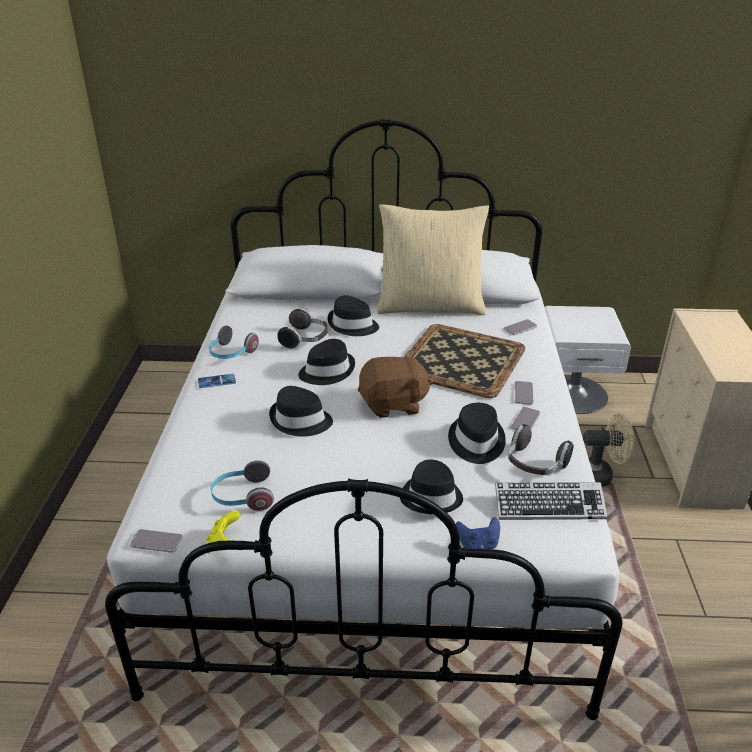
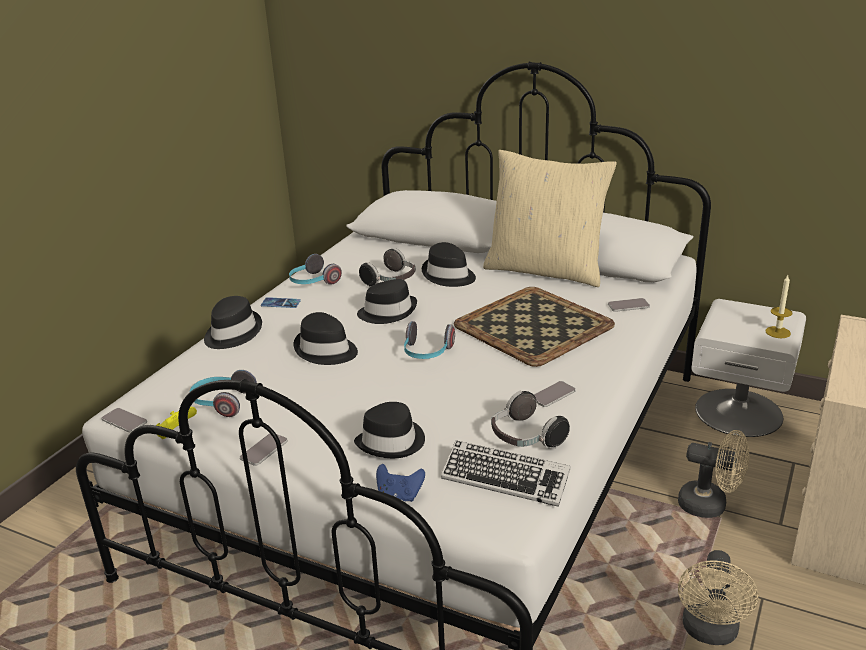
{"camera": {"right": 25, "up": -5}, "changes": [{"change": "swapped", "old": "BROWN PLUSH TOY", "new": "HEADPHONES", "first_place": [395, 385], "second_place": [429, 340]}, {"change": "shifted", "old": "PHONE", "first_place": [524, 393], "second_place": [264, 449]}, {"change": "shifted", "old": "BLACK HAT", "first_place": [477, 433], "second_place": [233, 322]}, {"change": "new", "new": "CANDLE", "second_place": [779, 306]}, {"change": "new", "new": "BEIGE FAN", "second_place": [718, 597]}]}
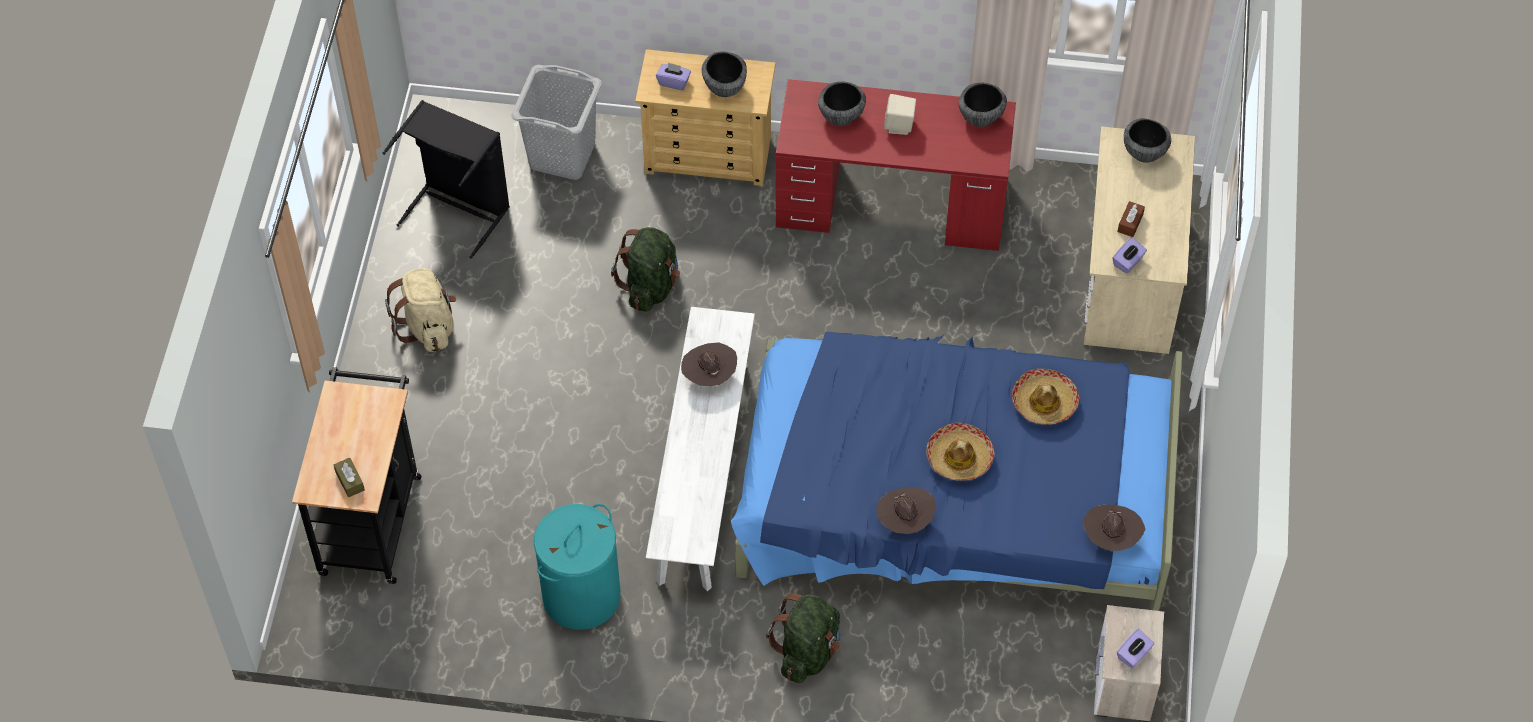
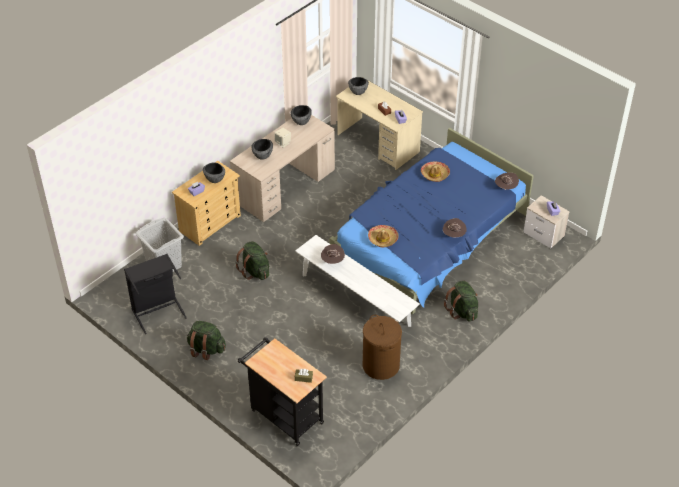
{"camera": {"right": -55, "up": -10}, "changes": [{"change": "repainted", "old": "RED DESK", "new": "BEIGE DESK", "first_place": [896, 165], "second_place": [282, 168]}, {"change": "repainted", "old": "BEIGE BACKPACK", "new": "GREEN BACKPACK", "first_place": [420, 310], "second_place": [206, 340]}, {"change": "shifted", "old": "HAT", "first_place": [960, 451], "second_place": [383, 236]}, {"change": "repainted", "old": "TURQUOISE LAUNDRY BASKET", "new": "BROWN LAUNDRY BASKET", "first_place": [577, 567], "second_place": [382, 347]}]}
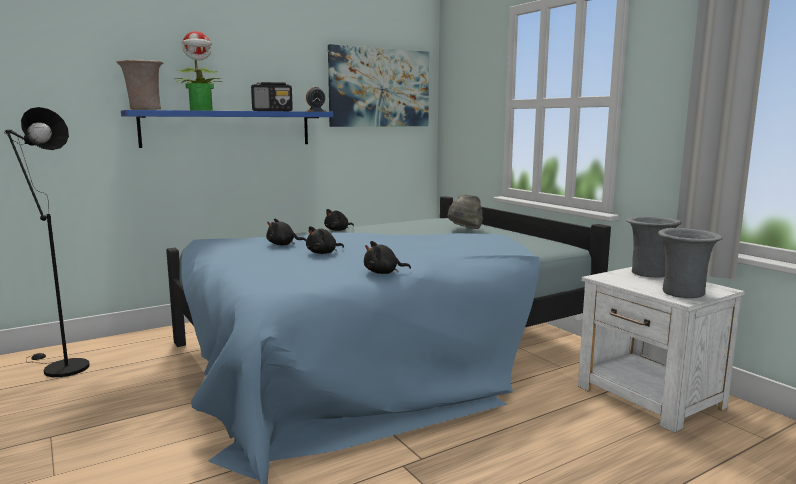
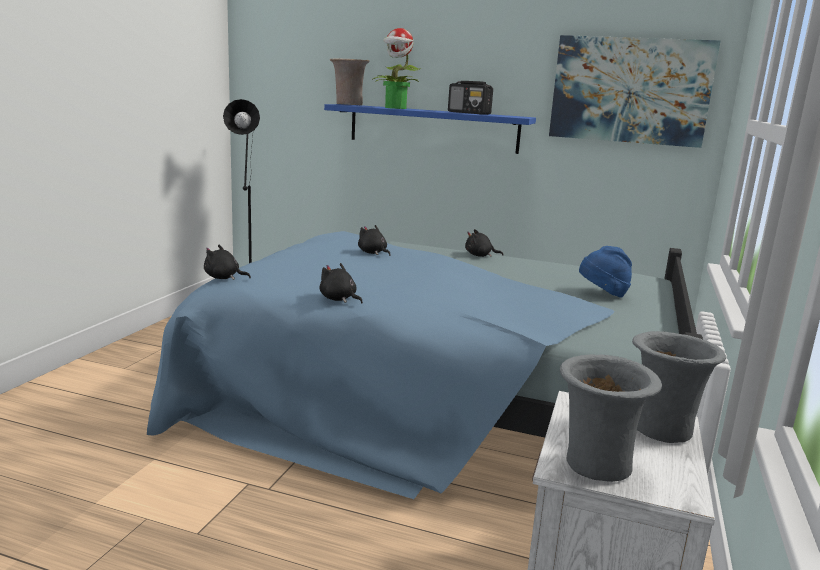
{"camera": {"right": 50, "up": 5}, "changes": [{"change": "gone", "old": "ALARM CLOCK", "first_place": [316, 99]}, {"change": "repainted", "old": "GREY HAT", "new": "BLUE HAT", "first_place": [465, 211], "second_place": [605, 272]}, {"change": "shifted", "old": "BLACK PLUSH TOY", "first_place": [325, 240], "second_place": [227, 262]}]}
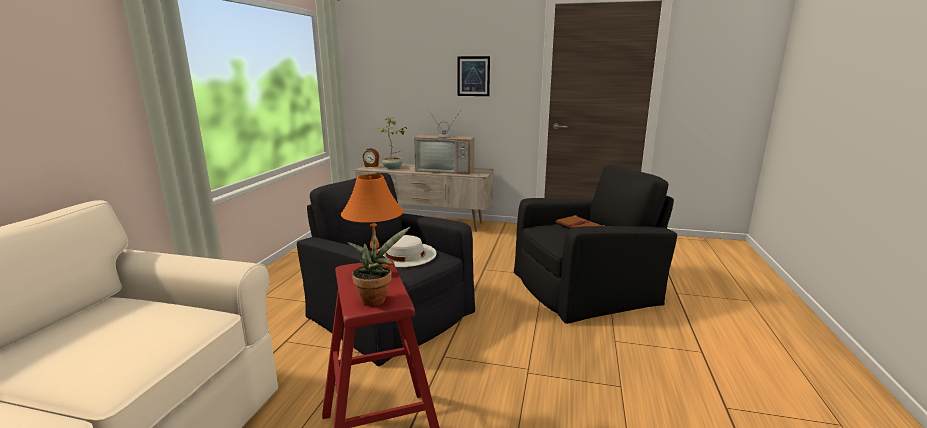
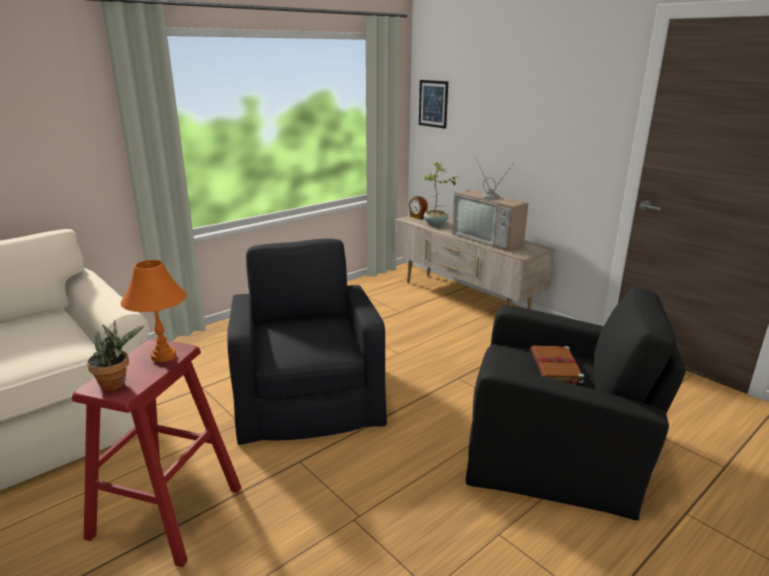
{"camera": {"right": 35, "up": 5}, "changes": [{"change": "shifted", "old": "PICTURE", "first_place": [473, 76], "second_place": [433, 104]}, {"change": "gone", "old": "WHITE HAT", "first_place": [407, 251]}]}
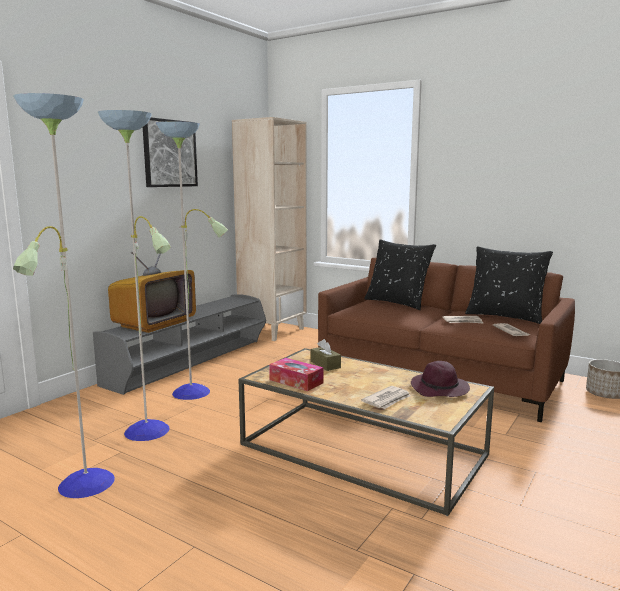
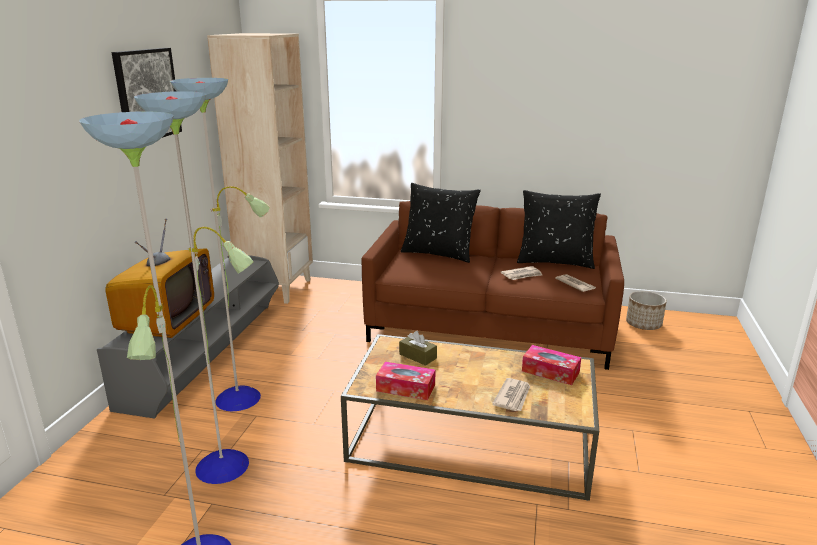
{"camera": {"right": -20, "up": 10}, "changes": [{"change": "swapped", "old": "PURPLE HAT", "new": "TISSUE BOX", "first_place": [440, 379], "second_place": [551, 365]}]}
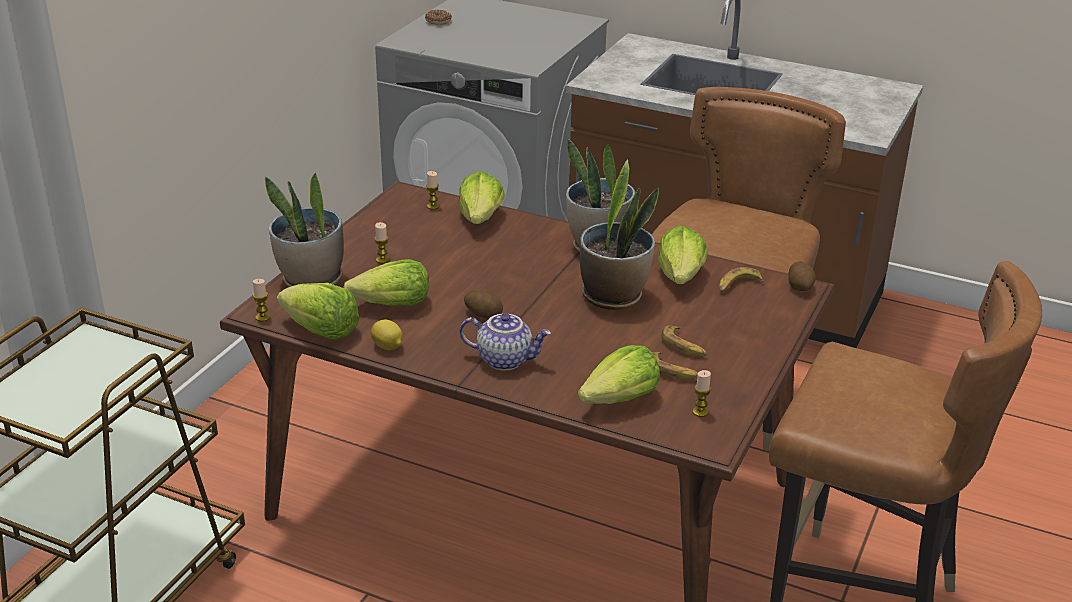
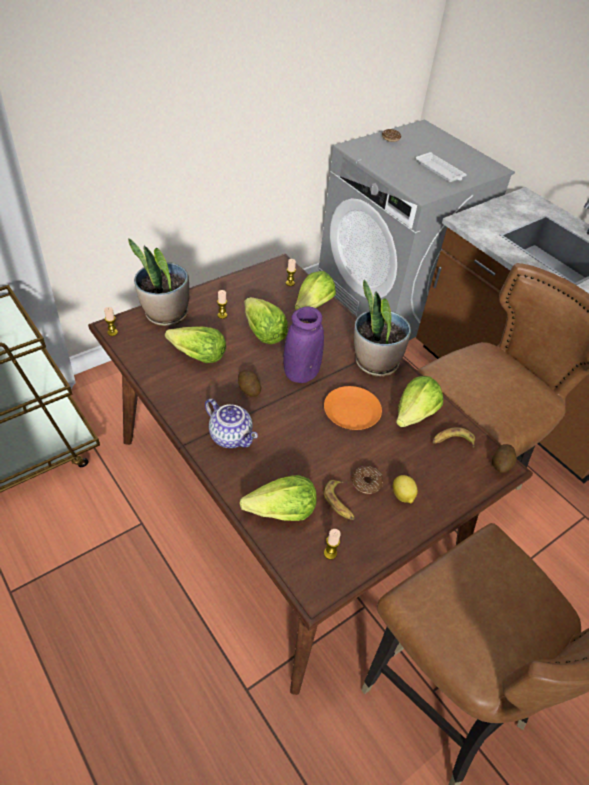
{"camera": {"right": 25, "up": 15}, "changes": [{"change": "swapped", "old": "POTTED PLANT", "new": "ORANGE PLATE", "first_place": [619, 234], "second_place": [353, 408]}, {"change": "shifted", "old": "LETTUCE", "first_place": [318, 311], "second_place": [266, 320]}, {"change": "shifted", "old": "LEMON", "first_place": [387, 334], "second_place": [405, 489]}, {"change": "swapped", "old": "BANANA", "new": "DONUT", "first_place": [684, 341], "second_place": [367, 480]}, {"change": "new", "new": "WHITE TRAY", "second_place": [441, 167]}, {"change": "new", "new": "PURPLE VASE", "second_place": [303, 345]}]}
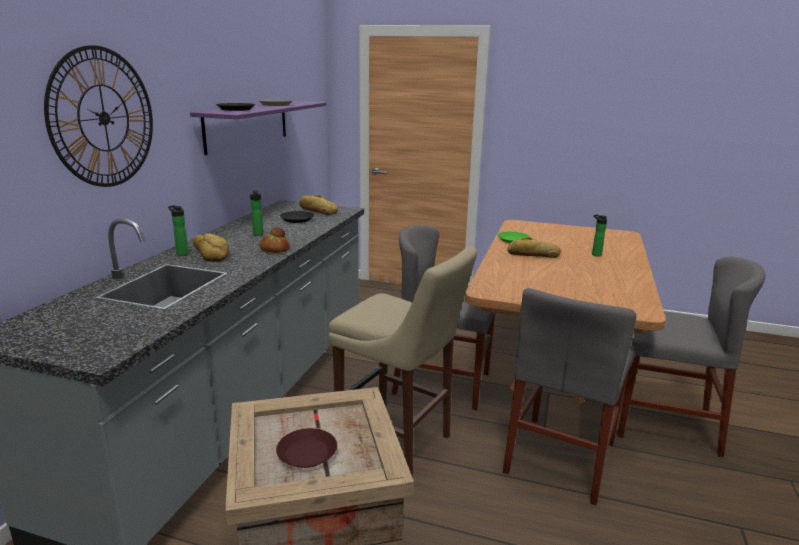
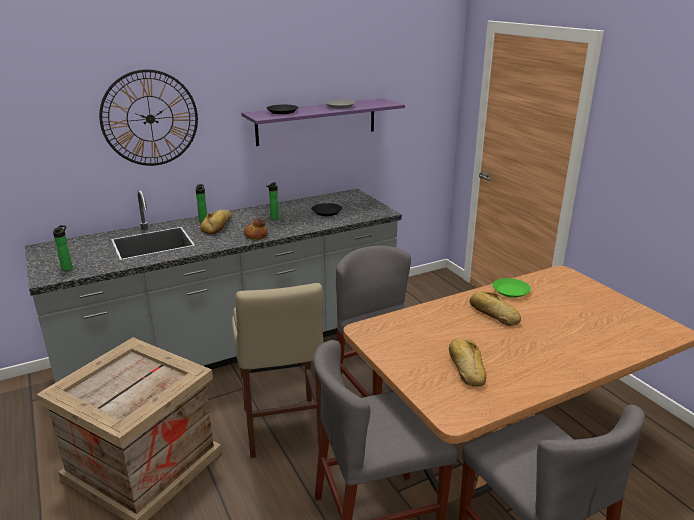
{"camera": {"right": 45, "up": 5}, "changes": [{"change": "shifted", "old": "BREAD", "first_place": [318, 205], "second_place": [468, 362]}, {"change": "shifted", "old": "BOTTLE", "first_place": [599, 235], "second_place": [63, 248]}, {"change": "gone", "old": "BROWN PLATE", "first_place": [306, 448]}]}
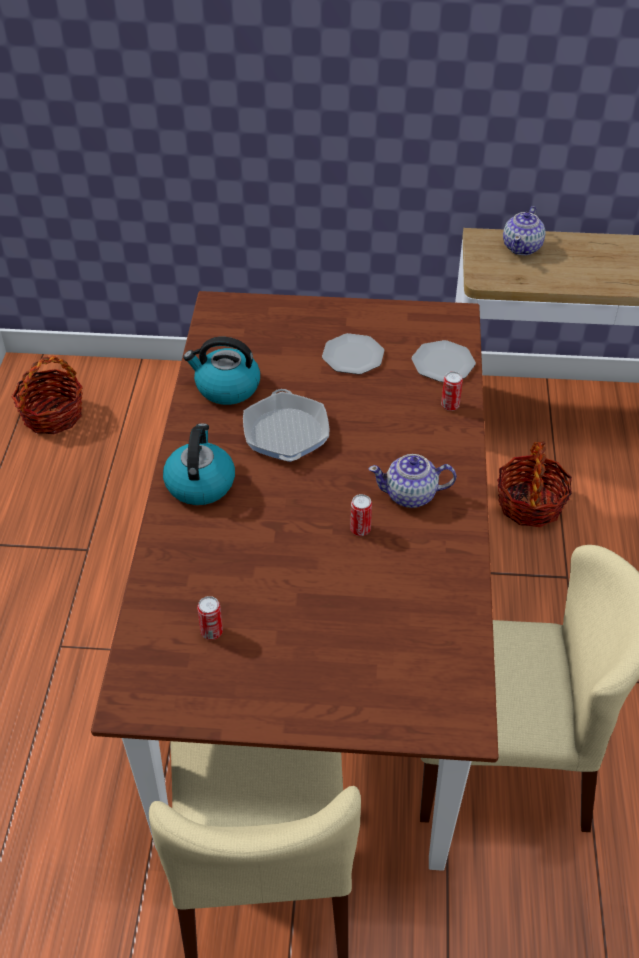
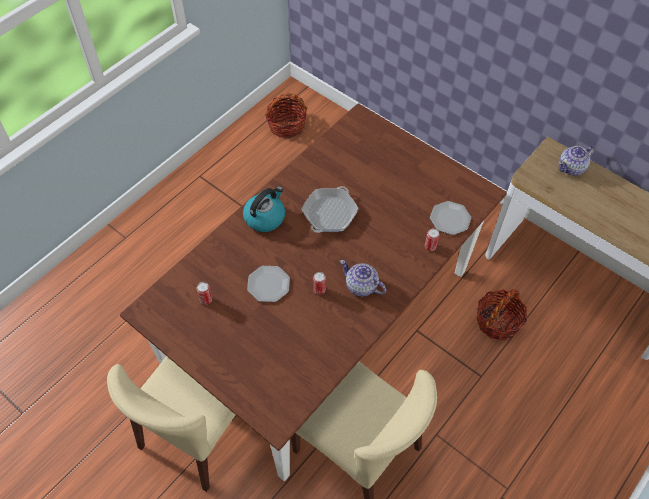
{"camera": {"right": 35, "up": 10}, "changes": [{"change": "shifted", "old": "PLATE", "first_place": [353, 354], "second_place": [268, 284]}, {"change": "gone", "old": "KETTLE", "first_place": [221, 371]}]}
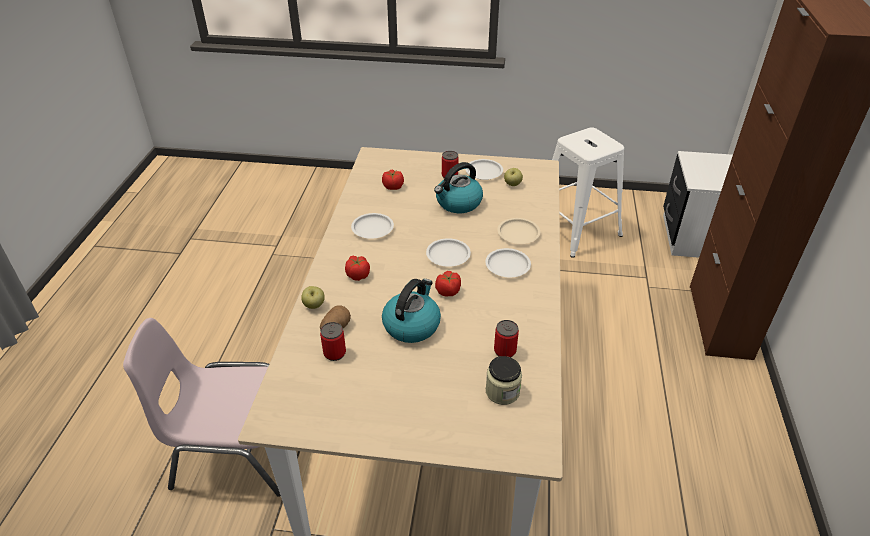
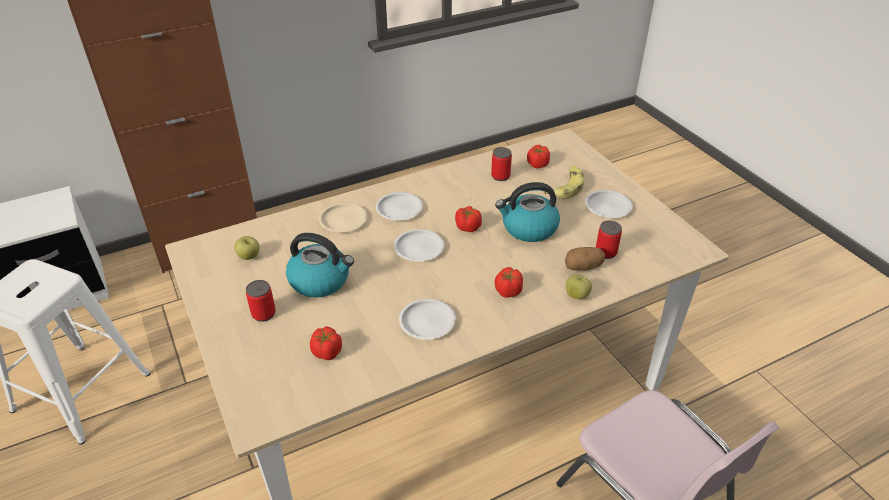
{"camera": {"right": -125, "up": 0}, "changes": [{"change": "shifted", "old": "WHITE PLATE", "first_place": [484, 169], "second_place": [609, 204]}, {"change": "swapped", "old": "JAR", "new": "TOMATO", "first_place": [504, 380], "second_place": [538, 156]}, {"change": "new", "new": "BANANA", "second_place": [564, 182]}]}
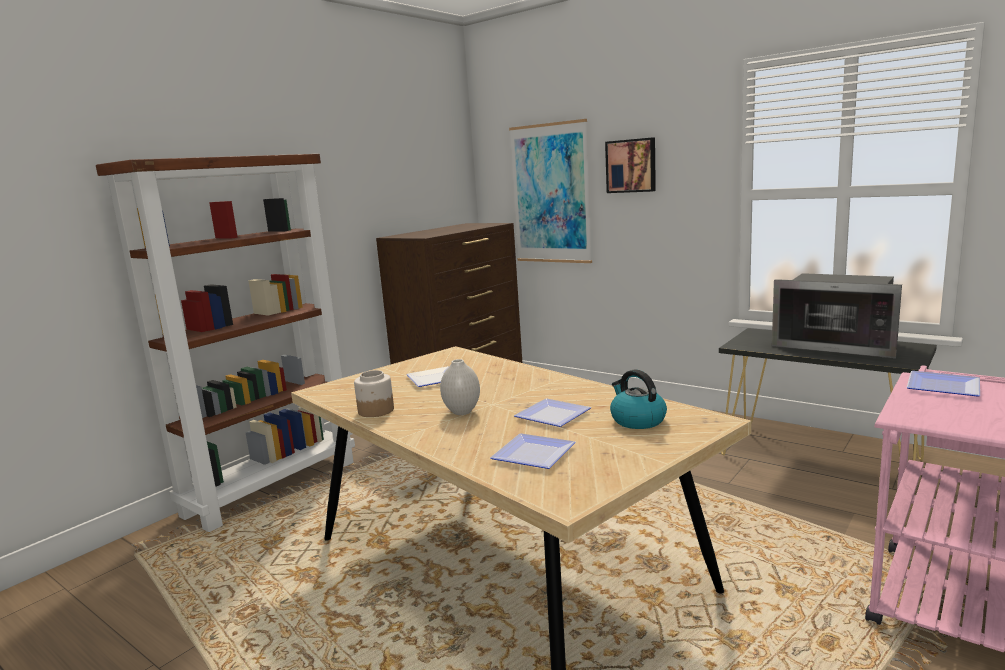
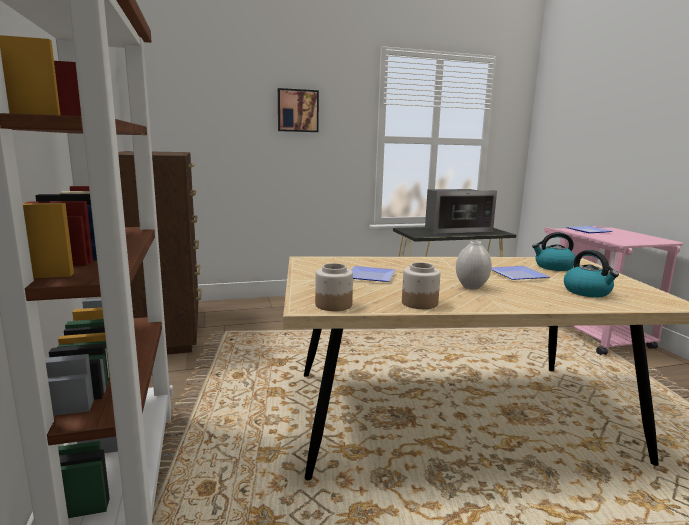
{"camera": {"right": -55, "up": 0}, "changes": [{"change": "gone", "old": "PICTURE", "first_place": [550, 191]}, {"change": "swapped", "old": "PLATE", "new": "KETTLE", "first_place": [533, 451], "second_place": [591, 273]}, {"change": "new", "new": "JAR", "second_place": [334, 287]}]}
